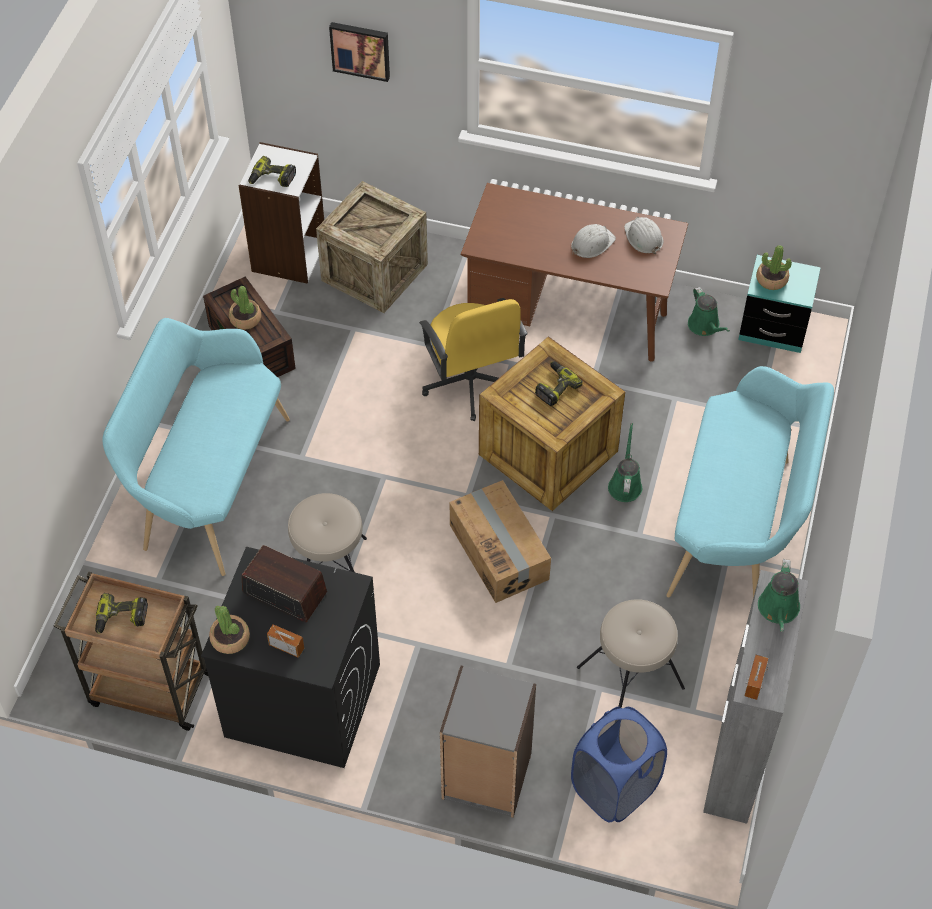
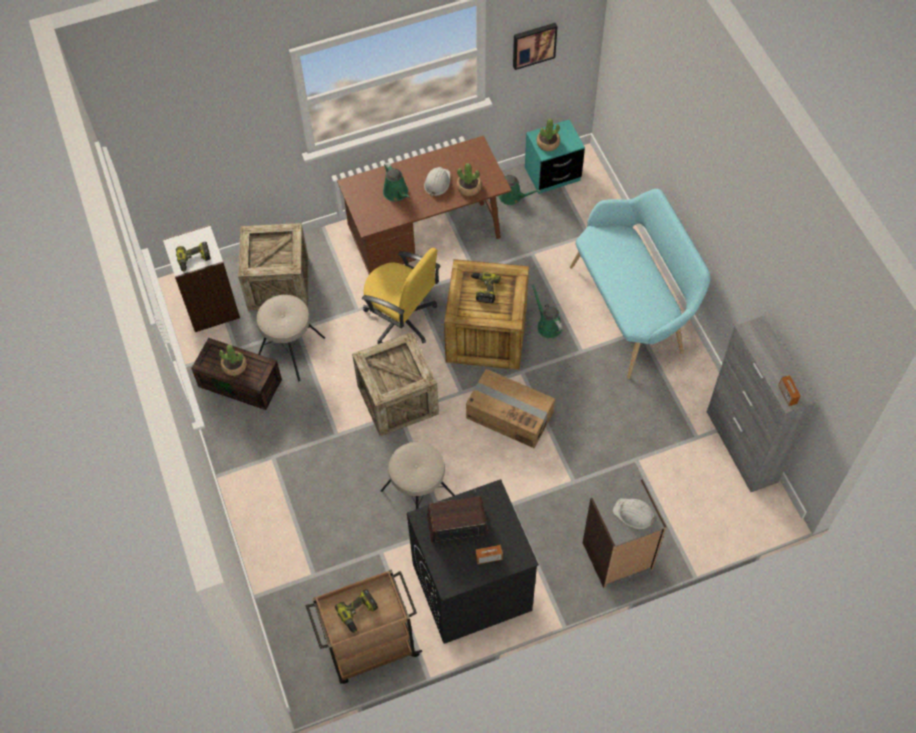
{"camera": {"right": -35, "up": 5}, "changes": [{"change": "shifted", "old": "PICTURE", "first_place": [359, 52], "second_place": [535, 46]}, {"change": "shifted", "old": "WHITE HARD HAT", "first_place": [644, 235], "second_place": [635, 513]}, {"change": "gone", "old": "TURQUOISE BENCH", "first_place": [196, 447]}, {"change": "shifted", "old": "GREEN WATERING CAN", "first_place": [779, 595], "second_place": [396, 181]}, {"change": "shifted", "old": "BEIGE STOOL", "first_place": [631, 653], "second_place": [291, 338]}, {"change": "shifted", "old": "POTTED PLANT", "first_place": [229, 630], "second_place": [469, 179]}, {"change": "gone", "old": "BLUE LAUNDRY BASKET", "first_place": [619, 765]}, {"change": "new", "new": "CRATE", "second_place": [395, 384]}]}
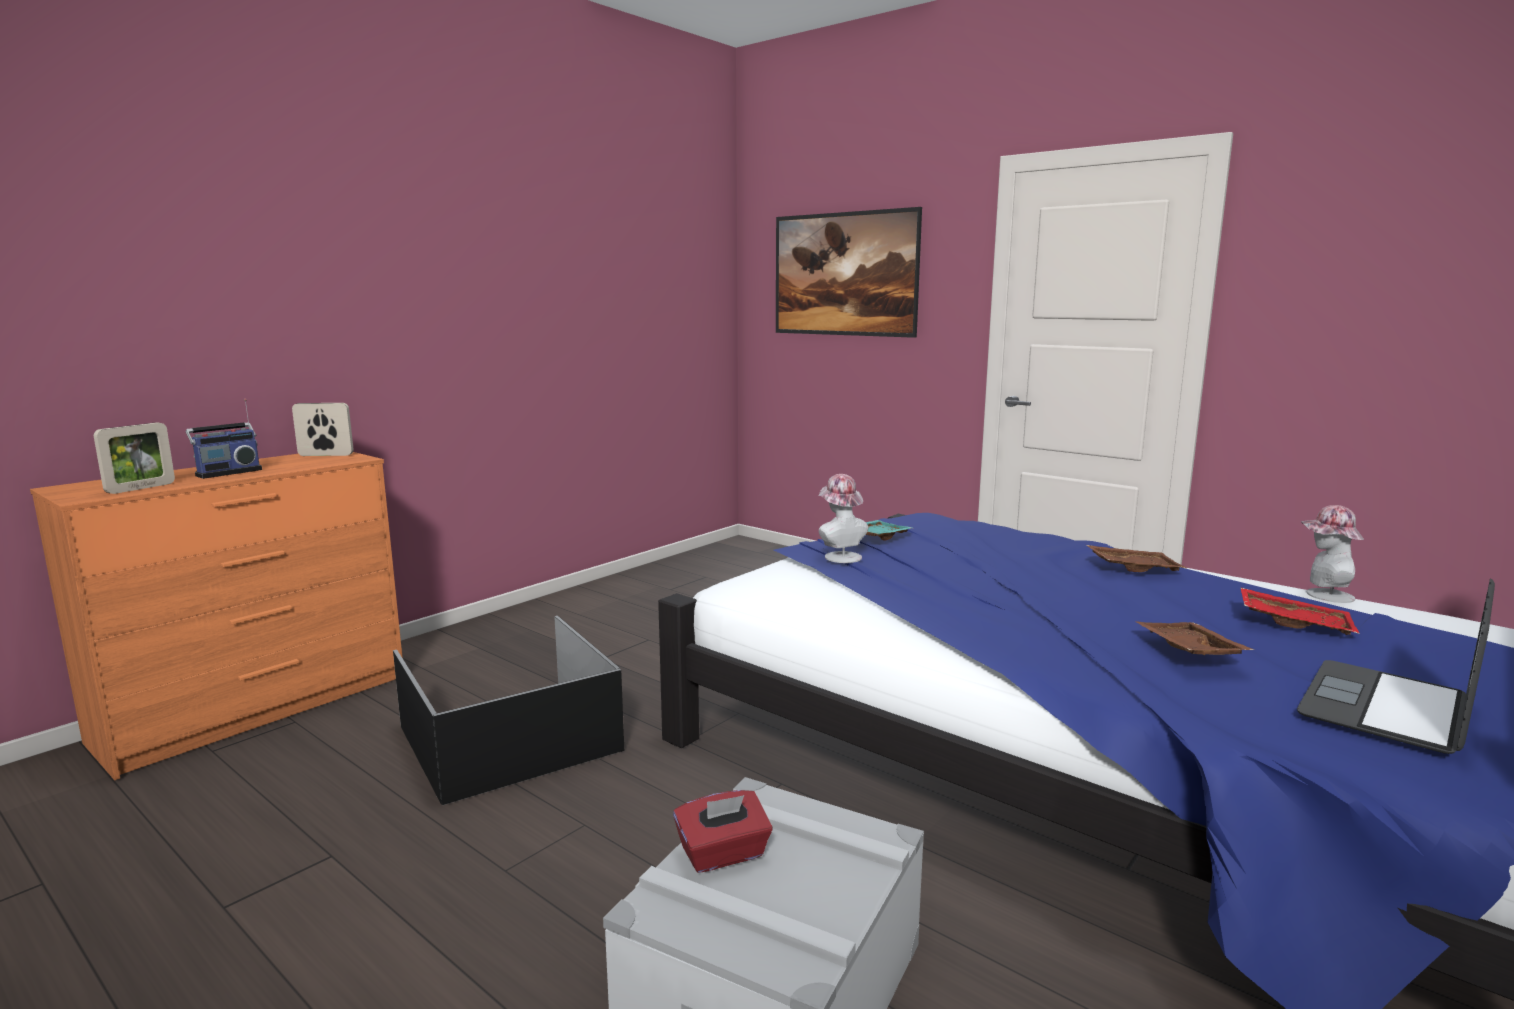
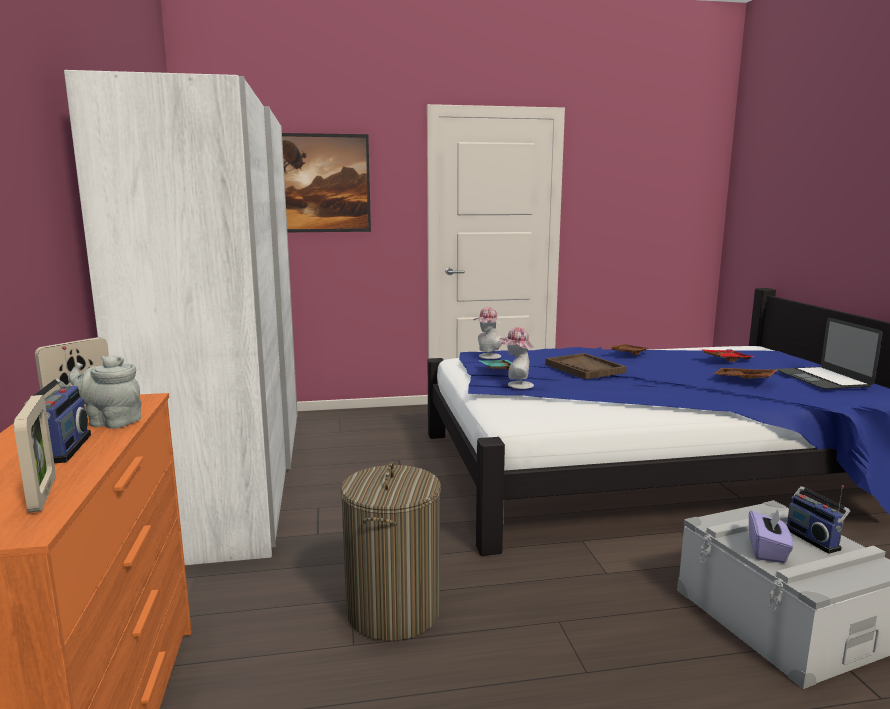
{"camera": {"right": -50, "up": 0}, "changes": [{"change": "shifted", "old": "HAT", "first_place": [1332, 554], "second_place": [488, 333]}, {"change": "swapped", "old": "BLACK STORAGE BOX", "new": "LAUNDRY BASKET", "first_place": [508, 710], "second_place": [390, 551]}, {"change": "repainted", "old": "RED TISSUE BOX", "new": "PURPLE TISSUE BOX", "first_place": [722, 831], "second_place": [771, 536]}, {"change": "new", "new": "WHITE WARDROBE", "second_place": [181, 317]}, {"change": "new", "new": "BROWN TRAY", "second_place": [586, 366]}, {"change": "new", "new": "GREY TEAPOT", "second_place": [105, 392]}, {"change": "new", "new": "RADIO", "second_place": [818, 519]}]}
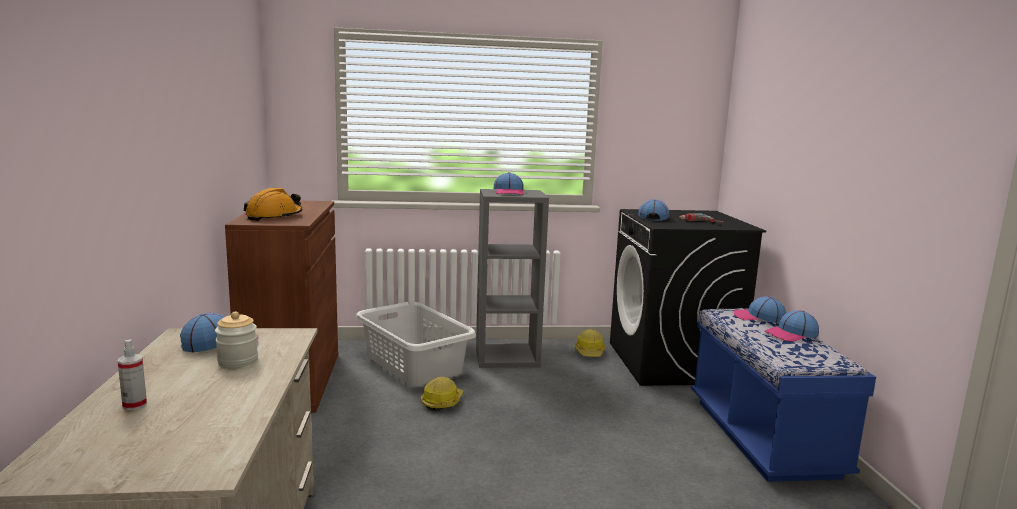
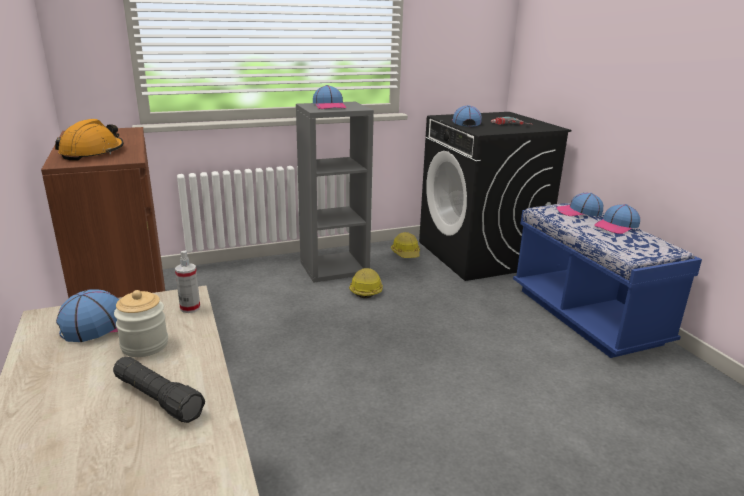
{"camera": {"right": -15, "up": 10}, "changes": [{"change": "gone", "old": "GREY LAUNDRY BASKET", "first_place": [415, 344]}, {"change": "shifted", "old": "SPRAY BOTTLE", "first_place": [132, 374], "second_place": [187, 281]}, {"change": "shifted", "old": "HARD HAT", "first_place": [442, 394], "second_place": [366, 283]}, {"change": "new", "new": "BLACK FLASHLIGHT", "second_place": [159, 390]}]}
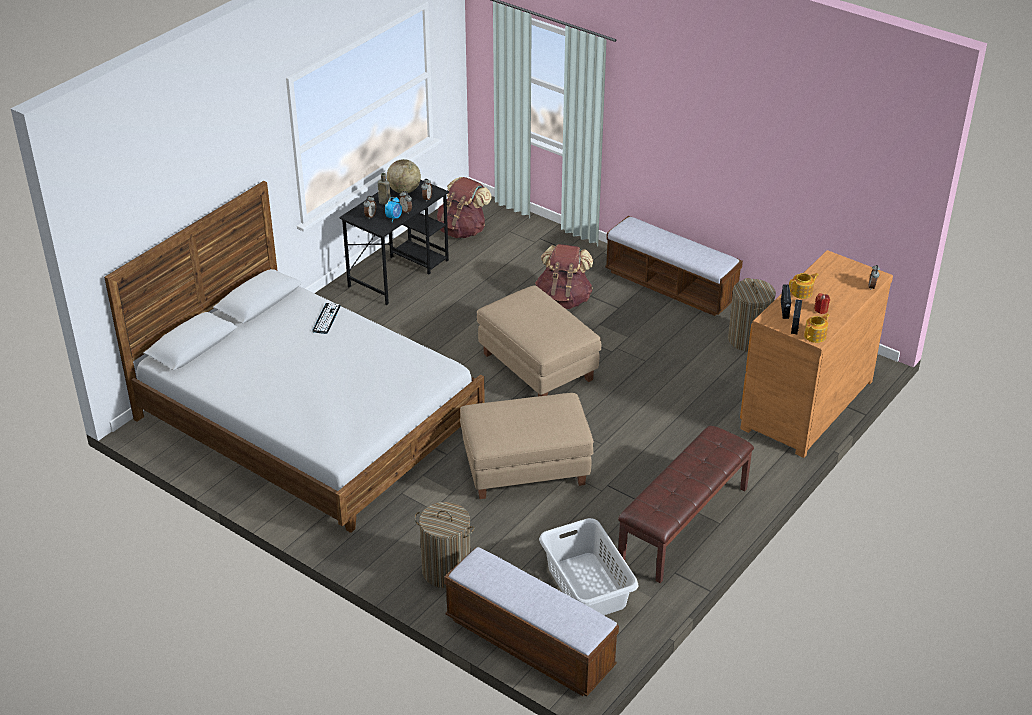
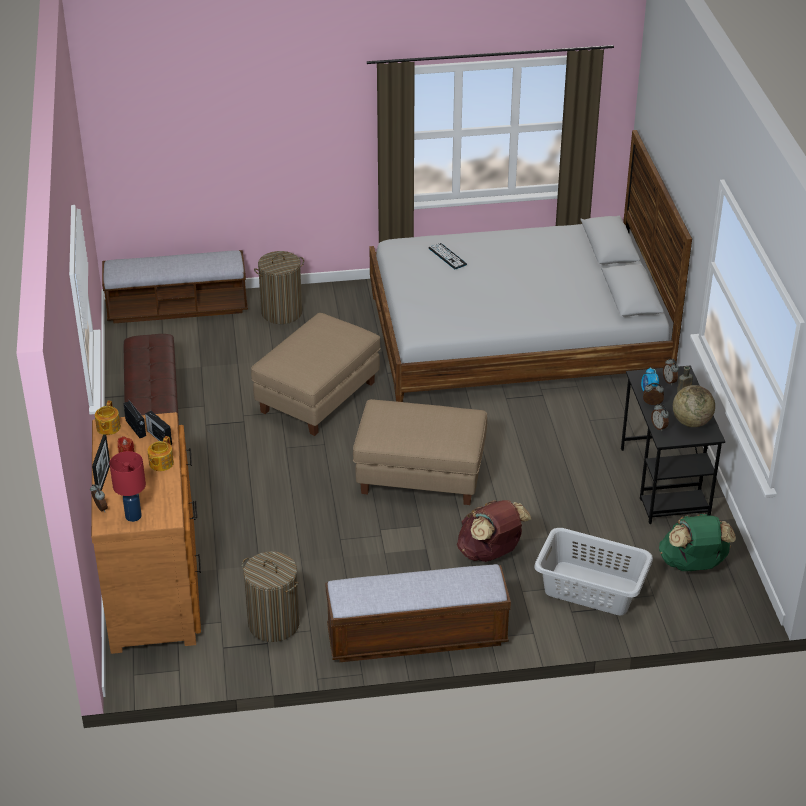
{"camera": {"right": 135, "up": 0}, "changes": [{"change": "repainted", "old": "BROWN BACKPACK", "new": "GREEN BACKPACK", "first_place": [464, 207], "second_place": [697, 542]}, {"change": "shifted", "old": "KEYBOARD", "first_place": [326, 318], "second_place": [447, 256]}, {"change": "shifted", "old": "GREY LAUNDRY BASKET", "first_place": [588, 566], "second_place": [593, 571]}, {"change": "new", "new": "PICTURE FRAME", "second_place": [101, 462]}, {"change": "new", "new": "RED TABLE LAMP", "second_place": [128, 486]}]}
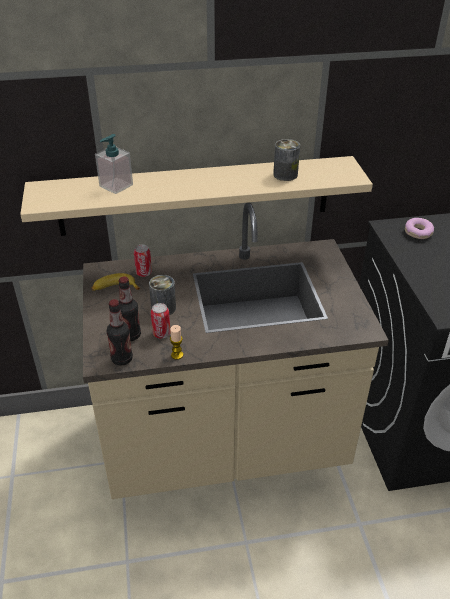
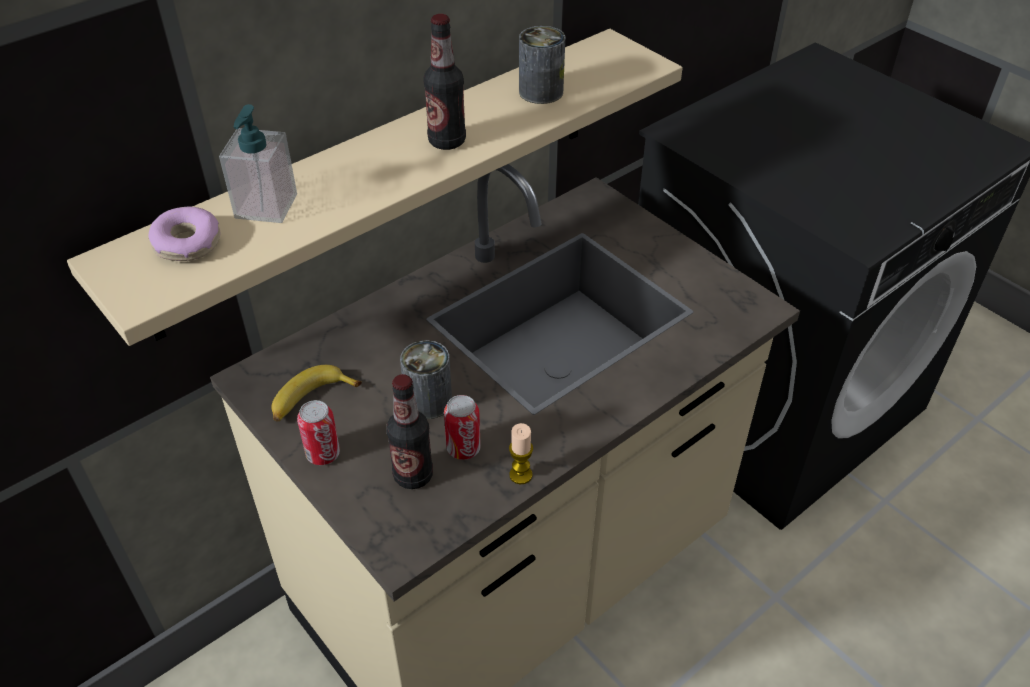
{"camera": {"right": -30, "up": 5}, "changes": [{"change": "shifted", "old": "DONUT", "first_place": [419, 228], "second_place": [184, 234]}, {"change": "shifted", "old": "CAN", "first_place": [143, 261], "second_place": [318, 432]}, {"change": "shifted", "old": "BOTTLE", "first_place": [119, 332], "second_place": [444, 82]}]}
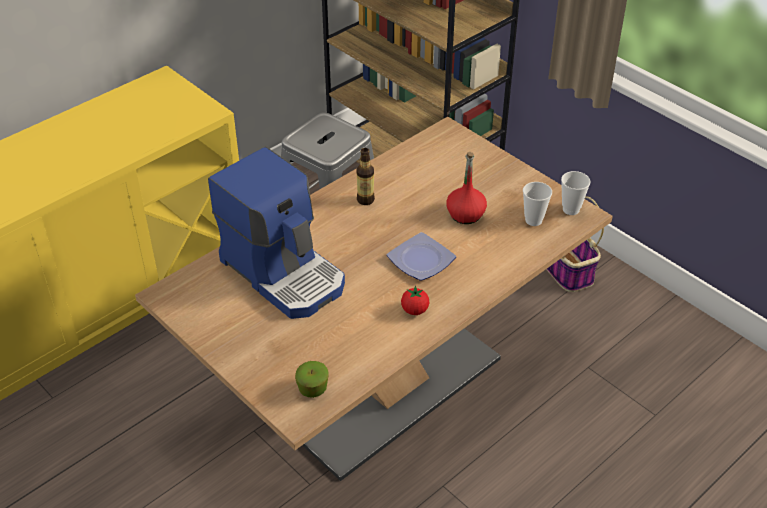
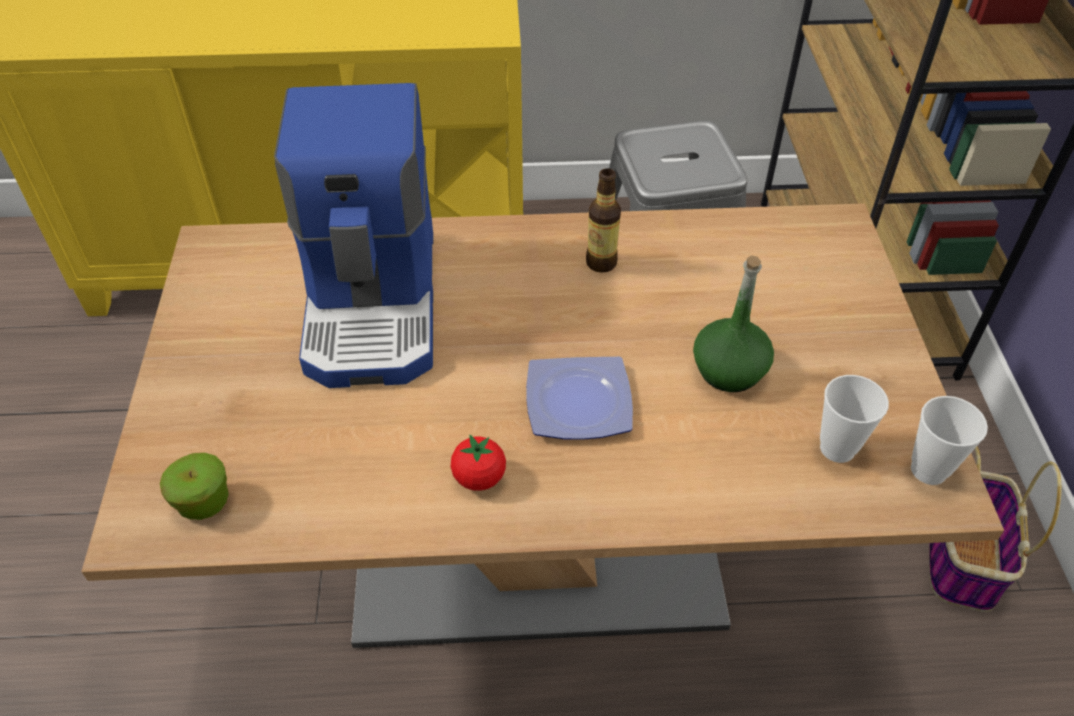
{"camera": {"right": 40, "up": 5}, "changes": [{"change": "repainted", "old": "RED BOTTLE", "new": "GREEN BOTTLE", "first_place": [466, 188], "second_place": [733, 323]}]}
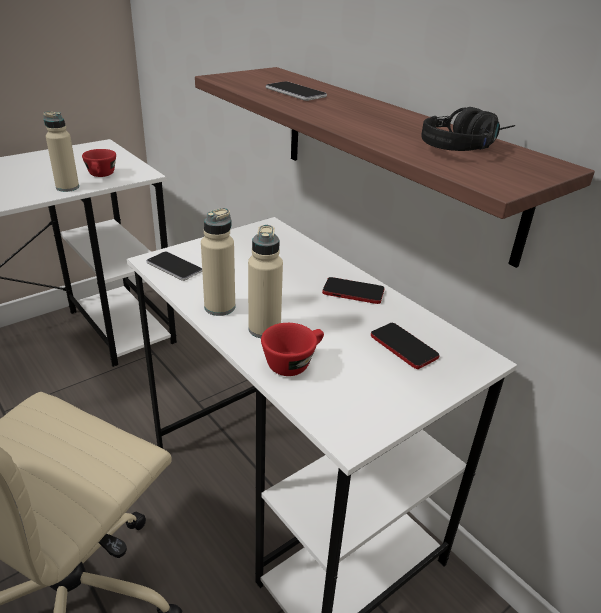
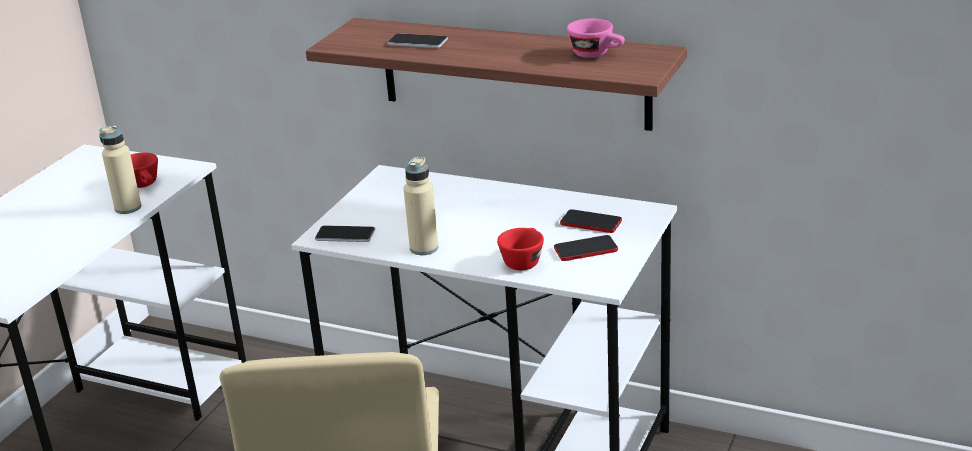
{"camera": {"right": -25, "up": -5}, "changes": [{"change": "swapped", "old": "BLACK HEADPHONES", "new": "PINK CUP", "first_place": [468, 129], "second_place": [596, 38]}, {"change": "gone", "old": "BEIGE BOTTLE", "first_place": [265, 281]}, {"change": "shifted", "old": "PHONE", "first_place": [353, 290], "second_place": [586, 248]}]}
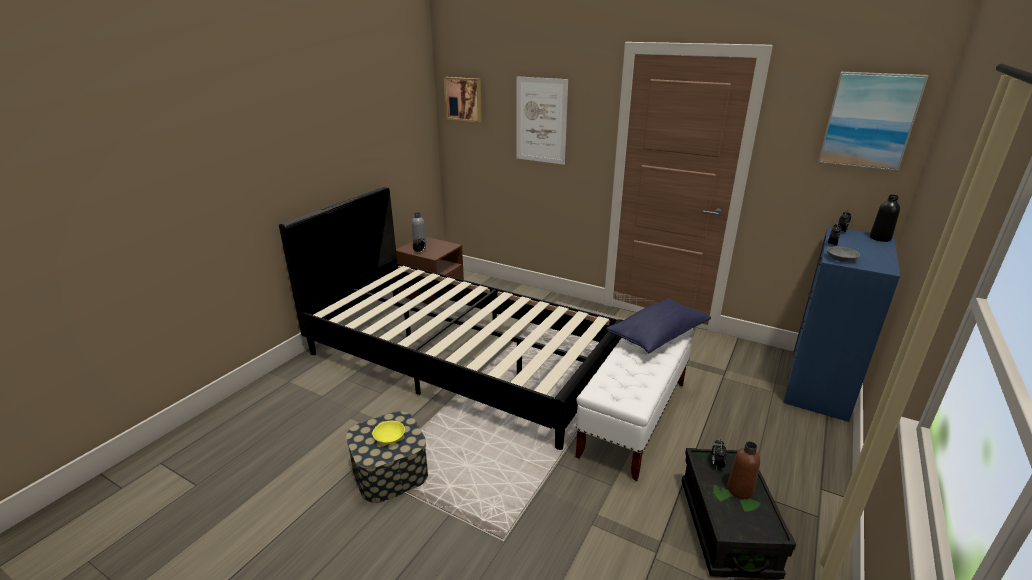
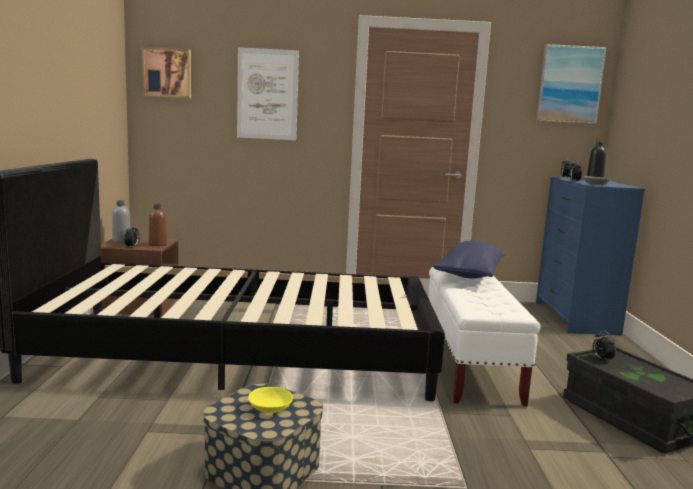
{"camera": {"right": -30, "up": -15}, "changes": [{"change": "shifted", "old": "BROWN BOTTLE", "first_place": [743, 470], "second_place": [158, 225]}]}
